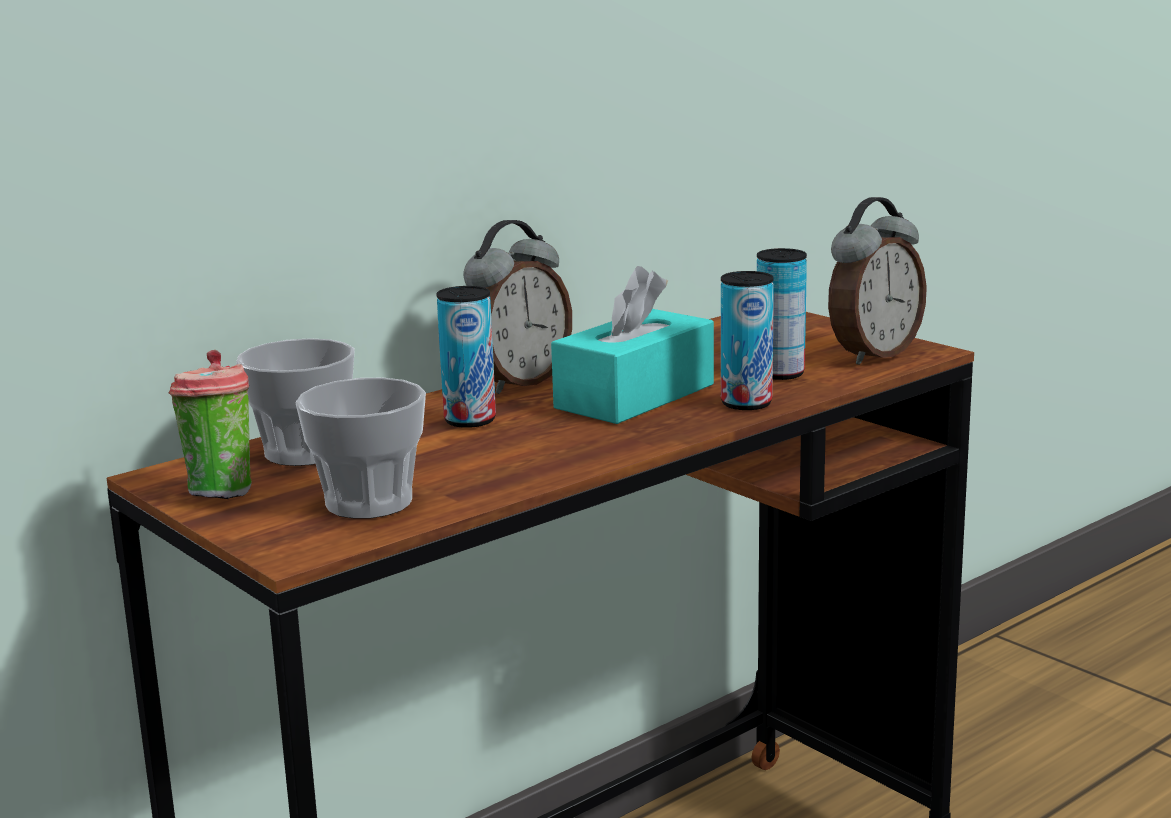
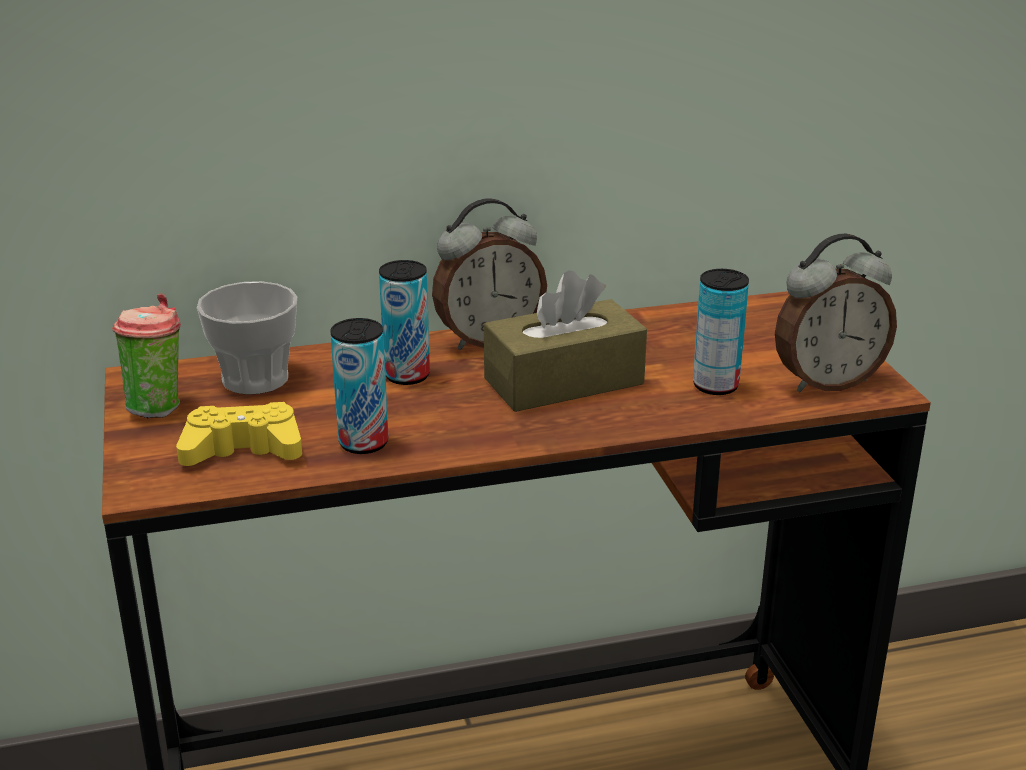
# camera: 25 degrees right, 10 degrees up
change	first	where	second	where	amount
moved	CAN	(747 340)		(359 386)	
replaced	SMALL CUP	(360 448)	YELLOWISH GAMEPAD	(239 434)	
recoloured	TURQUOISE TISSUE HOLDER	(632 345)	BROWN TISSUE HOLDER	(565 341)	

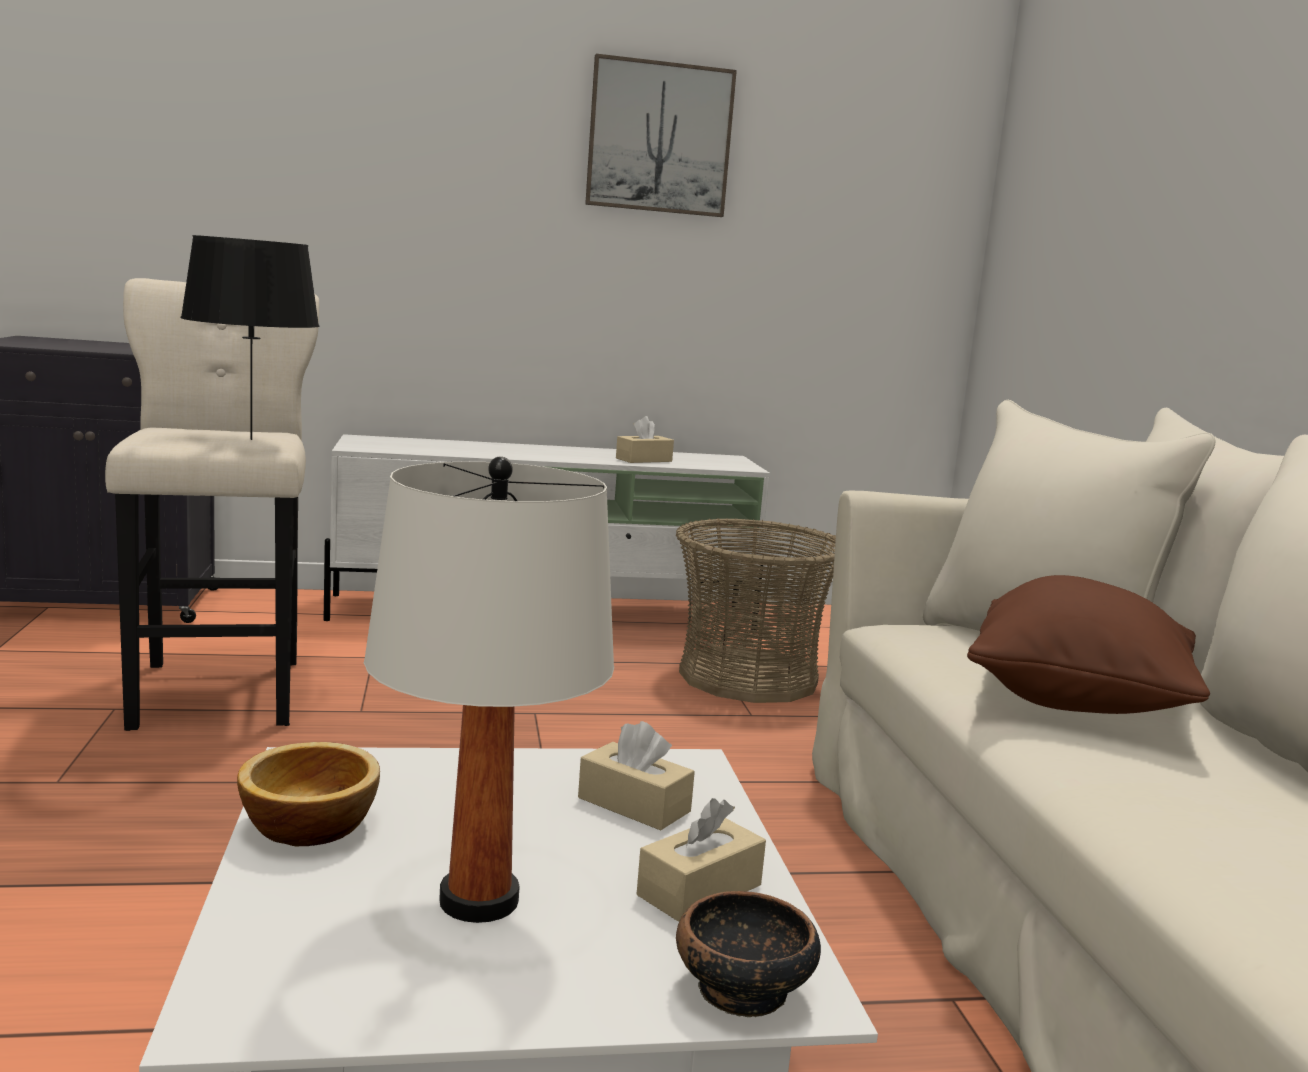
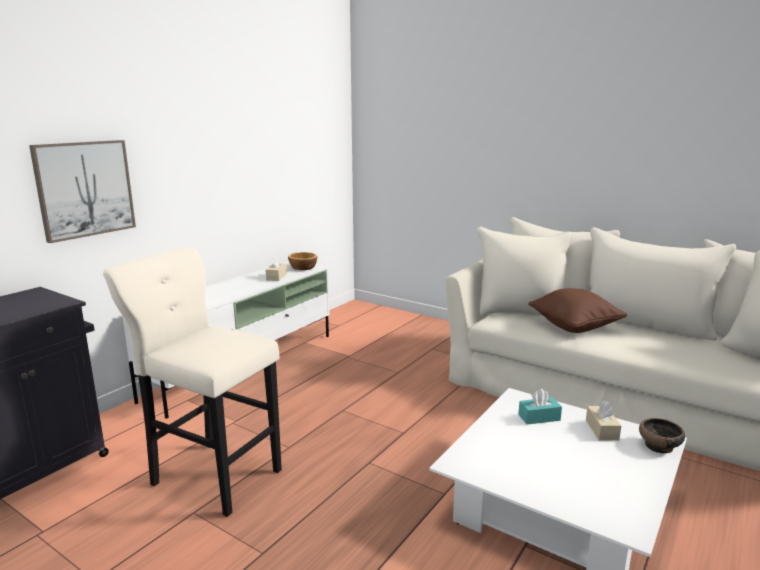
# camera: 45 degrees left, 5 degrees up
change	first	where	second	where	amount
removed	BLACK LAMP FOR A TABLE	(250 337)			
removed	WHITE-COLOURED LAMP FOR A TABLE	(489 689)			
removed	HOUSEHOLD BASKET	(756 610)			
moved	DEEP DISH	(308 794)		(302 261)	
moved	PICTURE	(661 135)		(82 191)	
recoloured	SAND-COLOURED TISSUE HOLDER	(636 775)	TURQUOISE TISSUE HOLDER	(540 407)	

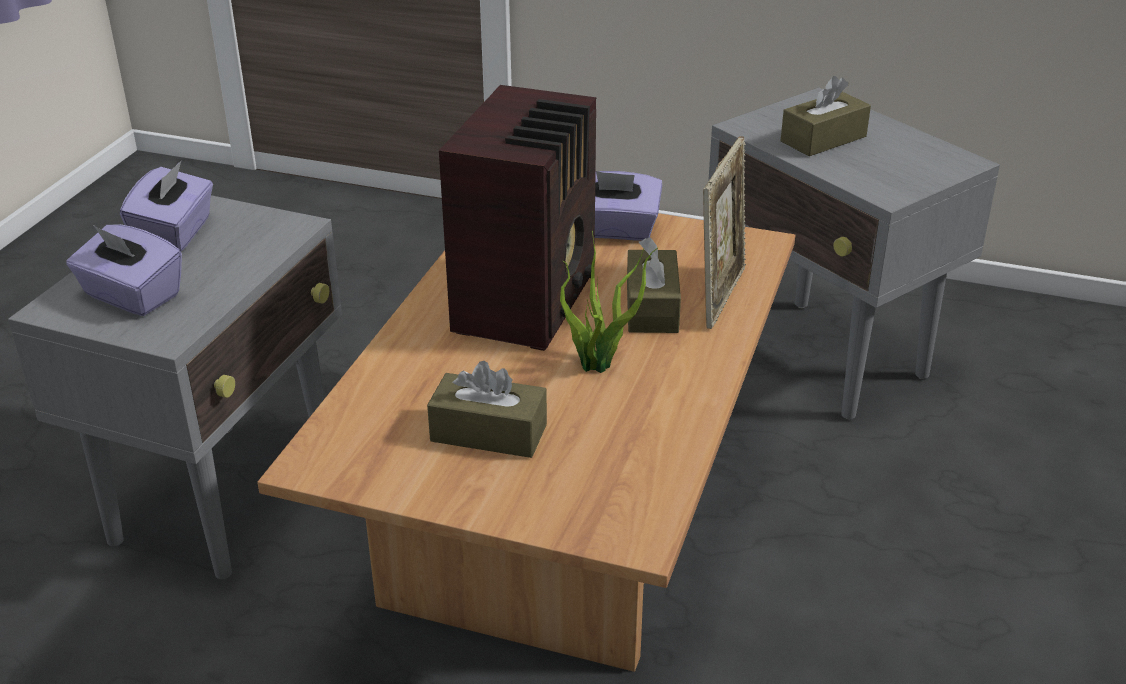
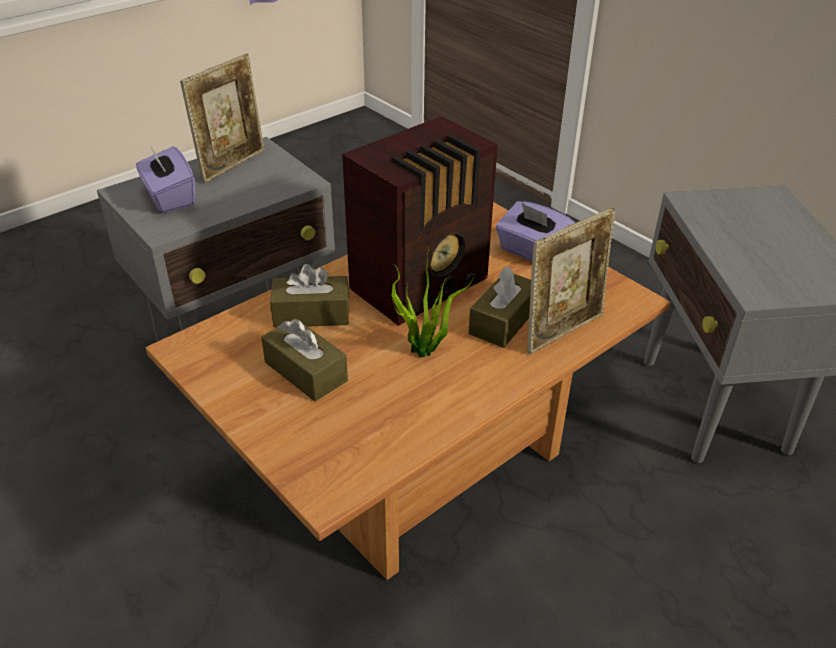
# camera: 30 degrees right, 5 degrees up
change	first	where	second	where	amount
moved	BROWN TISSUE HOLDER	(826 116)		(309 296)	
replaced	PURPLISH TISSUE HOLDER	(166 205)	PHOTO FRAME	(222 118)	

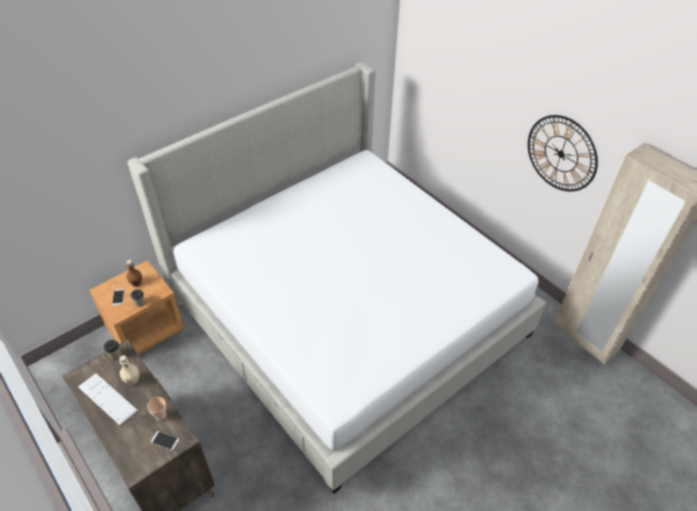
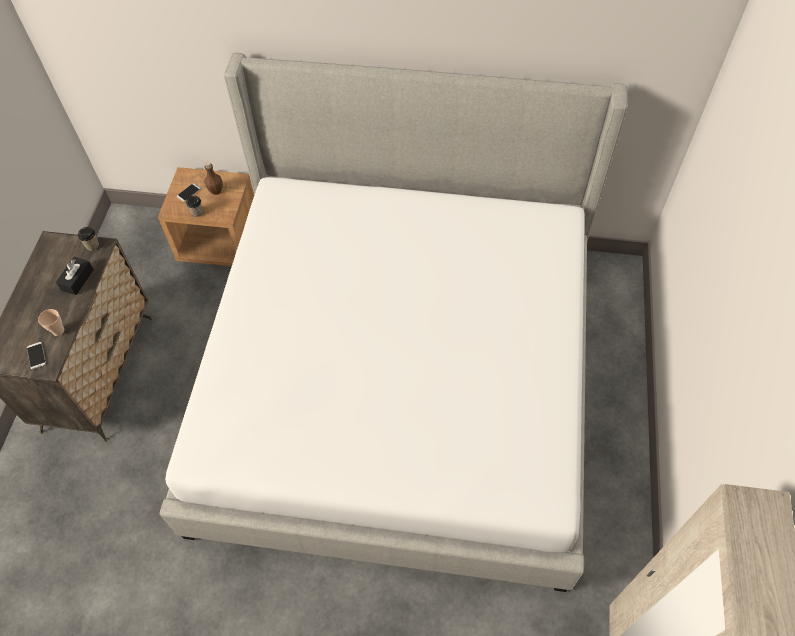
# camera: 50 degrees right, 10 degrees up
change	first	where	second	where	amount
removed	PC KEYBOARD	(108 399)			
removed	HANGING CLOCK	(563 153)			
replaced	SAND-COLOURED BEVERAGE BOTTLE	(129 370)	BLACK TISSUE HOLDER	(75 276)	

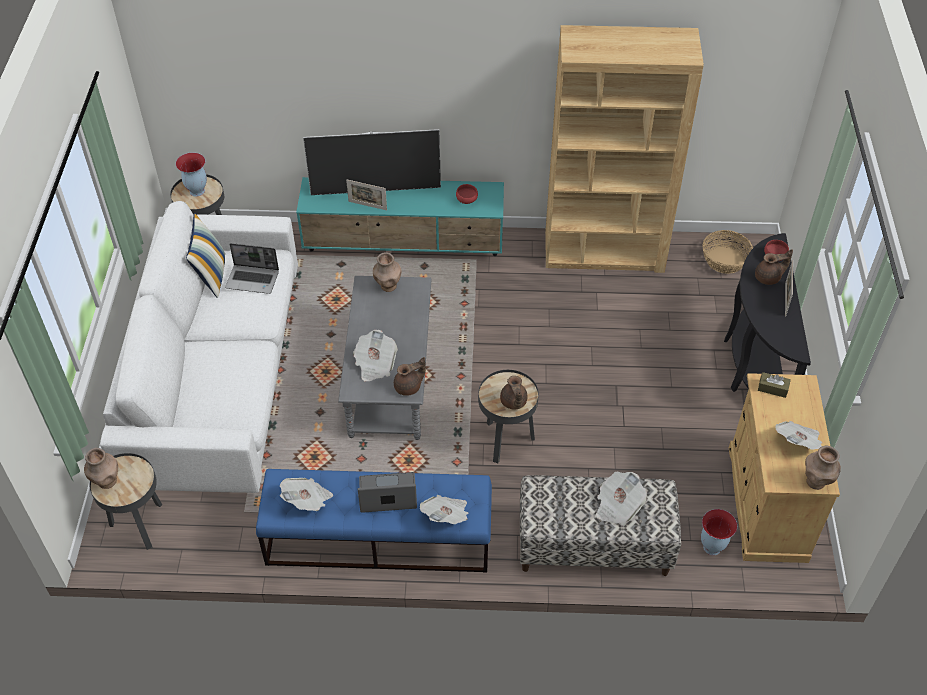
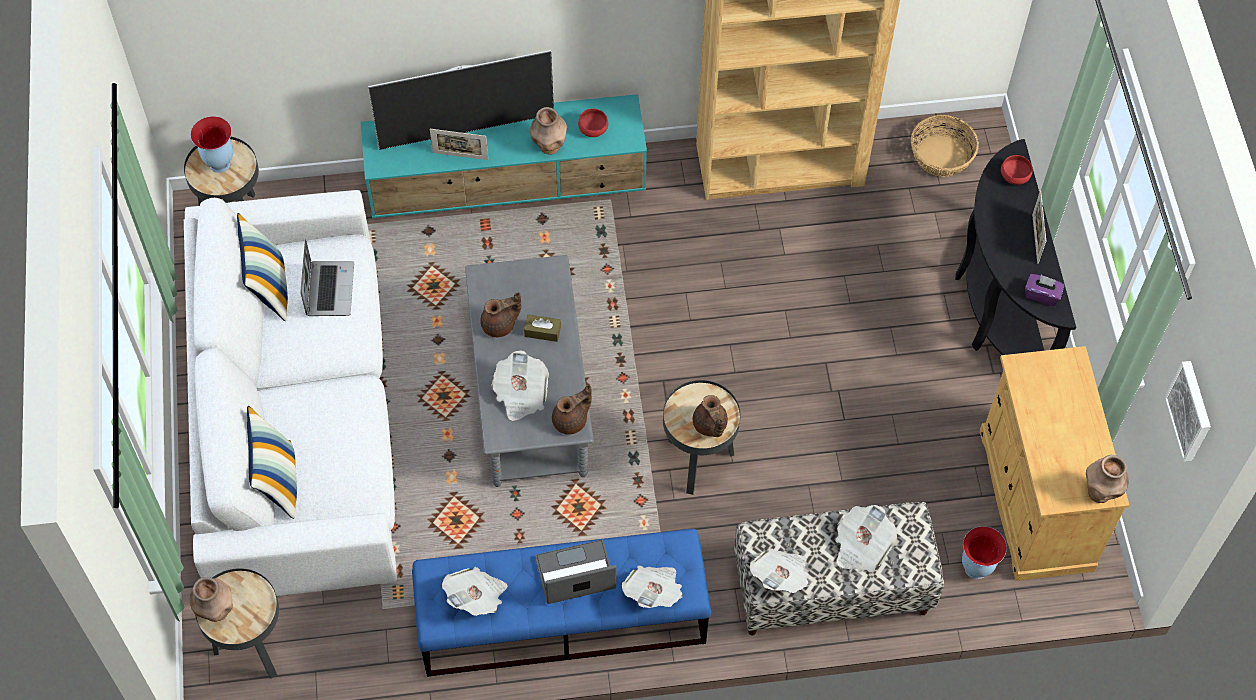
# camera: 10 degrees left, 10 degrees up
change	first	where	second	where	amount
added			THROW PILLOW	(272 462)	
added			PURPLISH TISSUE HOLDER	(1044 290)	
added			PICTURE	(1187 411)	
moved	BROWN DECORATIVE VASE	(387 272)		(548 131)	
moved	BROWN POT FOR TEA	(774 267)		(500 314)	
moved	BROWN TISSUE HOLDER	(774 385)		(542 328)	
moved	PRINTED PAPER	(799 435)		(779 570)	
turned	PORTABLE COMPUTER	(252 268)		(327 277)	90 degrees counterclockwise

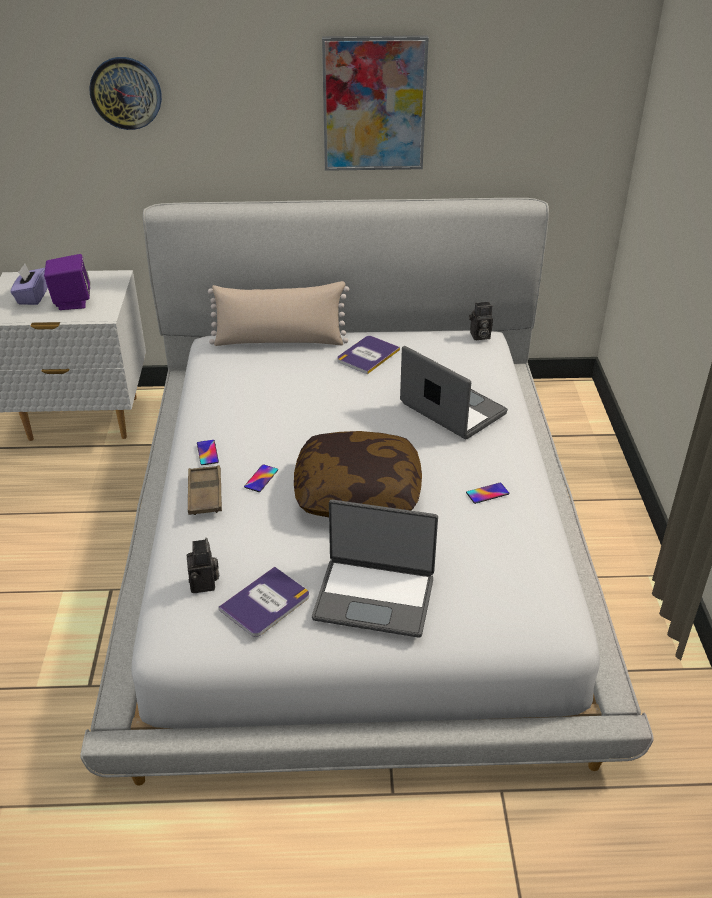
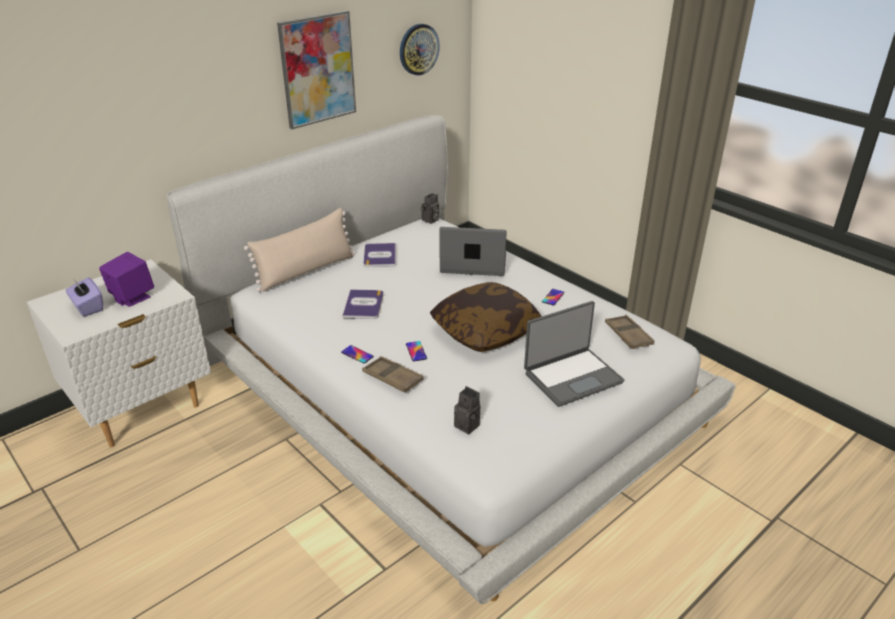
# camera: 40 degrees left, 5 degrees down
change	first	where	second	where	amount
added			BROWN TRAY	(629 332)	
moved	HANGING CLOCK	(125 93)		(420 49)	
moved	BOOK	(263 602)		(362 304)	

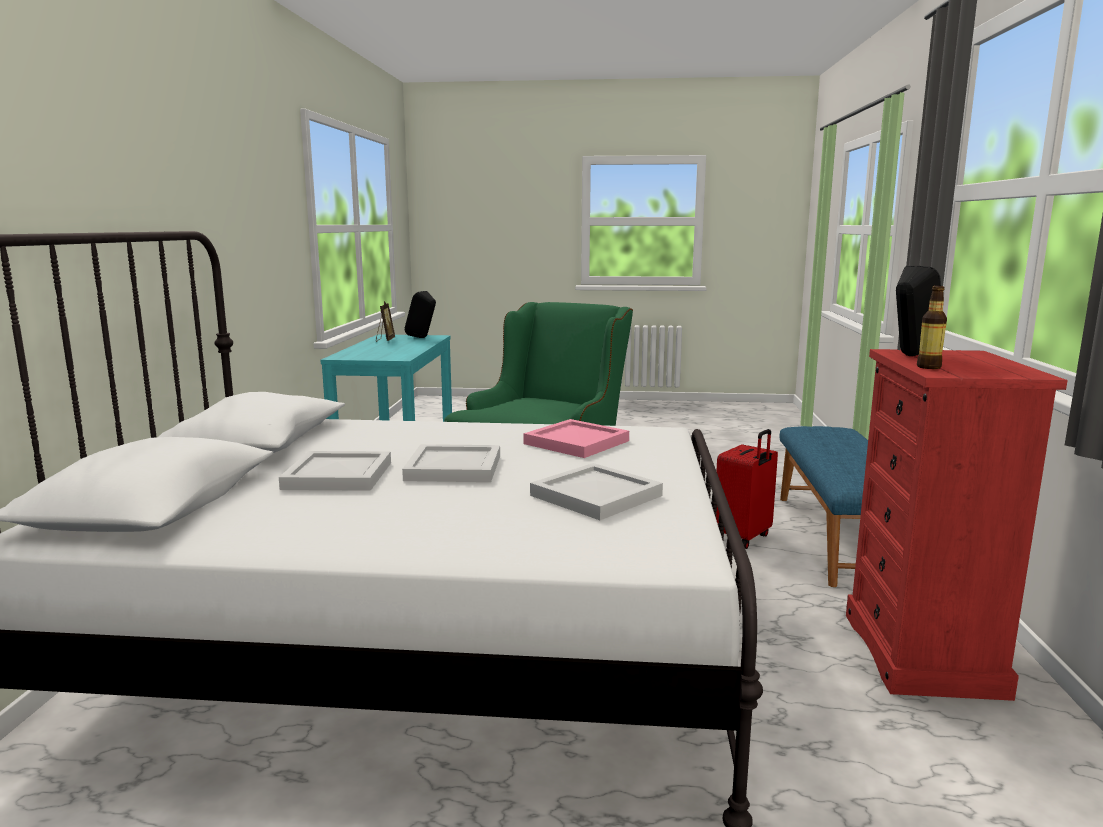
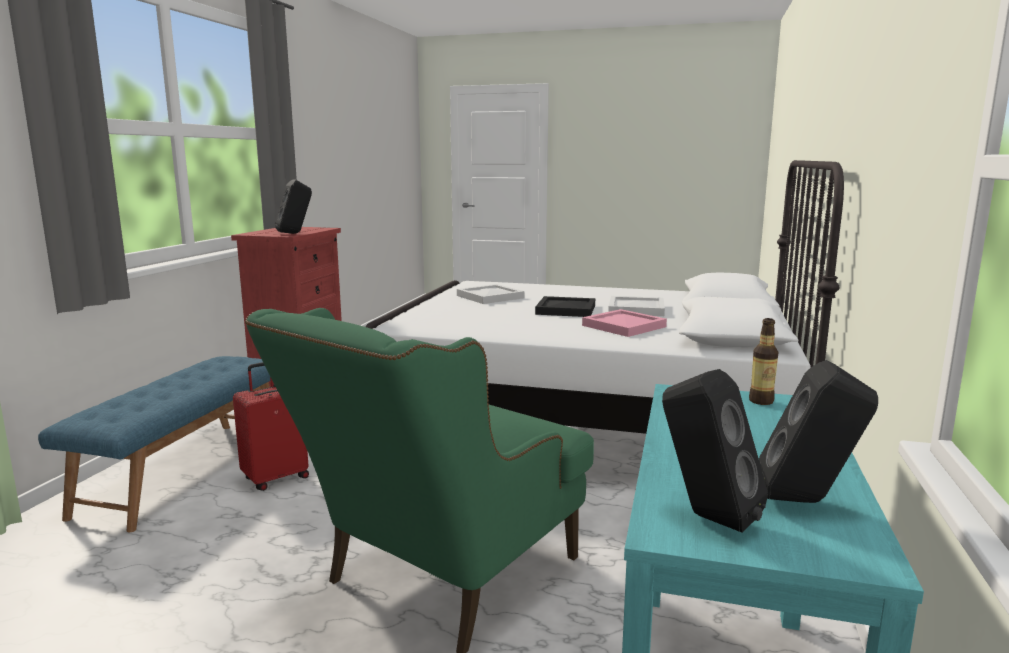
# camera: 170 degrees left, 0 degrees up
change	first	where	second	where	amount
moved	PINK TRAY	(576 438)		(624 323)	
moved	BEVERAGE BOTTLE	(932 327)		(763 361)	
replaced	PHOTO FRAME	(385 321)	BLACK LOUDSPEAKER	(818 431)	
recoloured	WHITE-COLOURED TRAY	(451 463)	BLACK TRAY	(565 306)	

